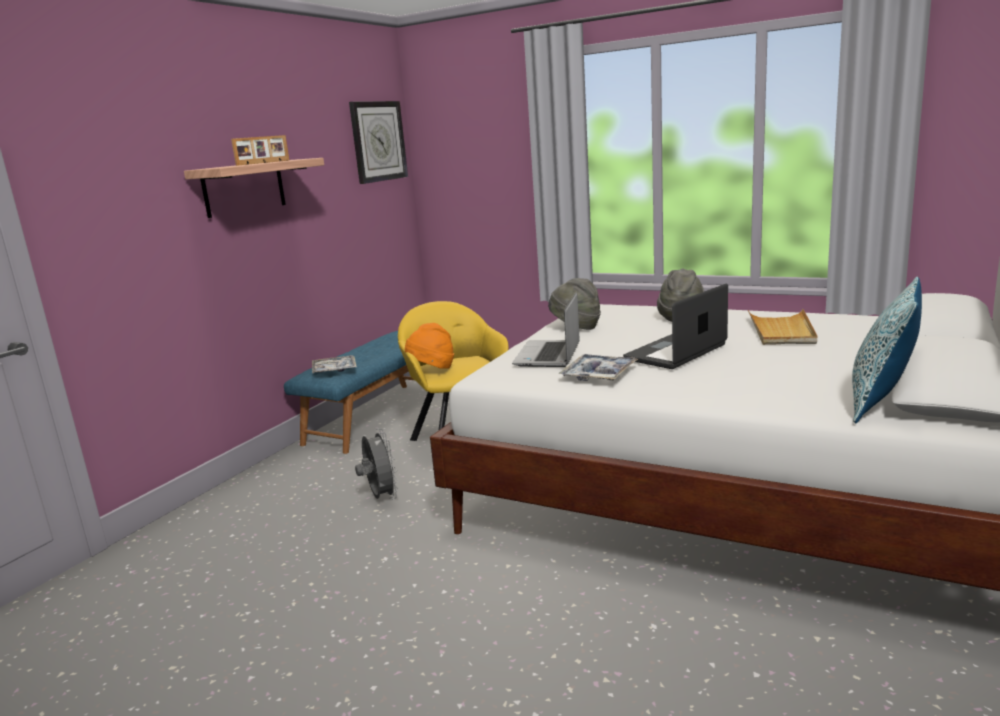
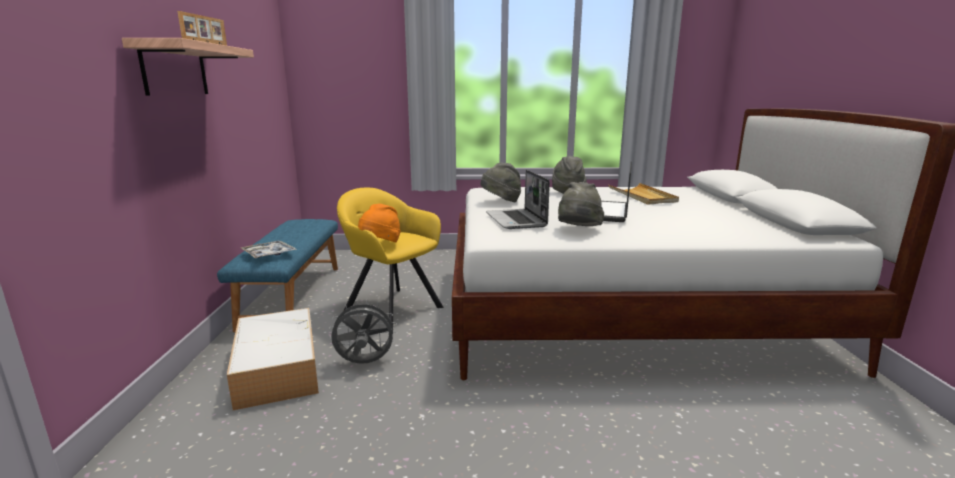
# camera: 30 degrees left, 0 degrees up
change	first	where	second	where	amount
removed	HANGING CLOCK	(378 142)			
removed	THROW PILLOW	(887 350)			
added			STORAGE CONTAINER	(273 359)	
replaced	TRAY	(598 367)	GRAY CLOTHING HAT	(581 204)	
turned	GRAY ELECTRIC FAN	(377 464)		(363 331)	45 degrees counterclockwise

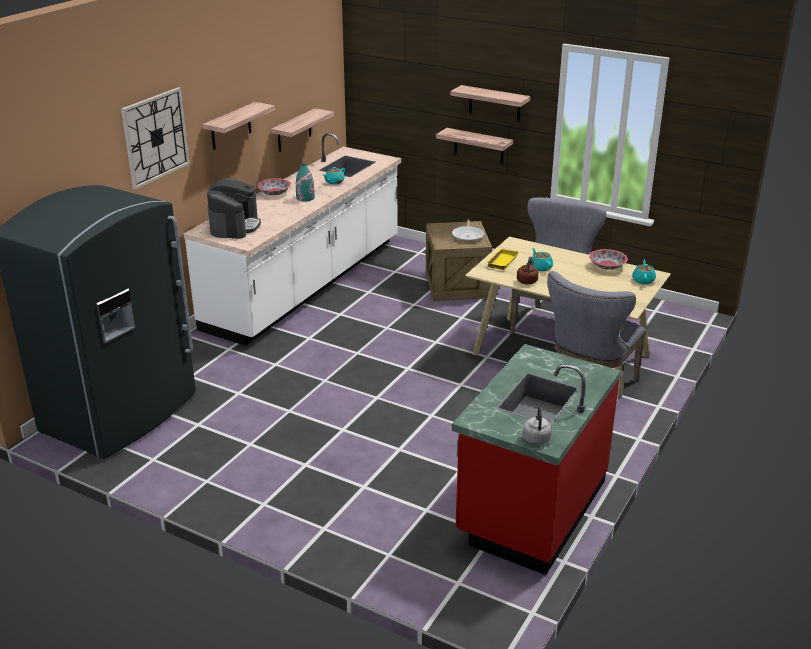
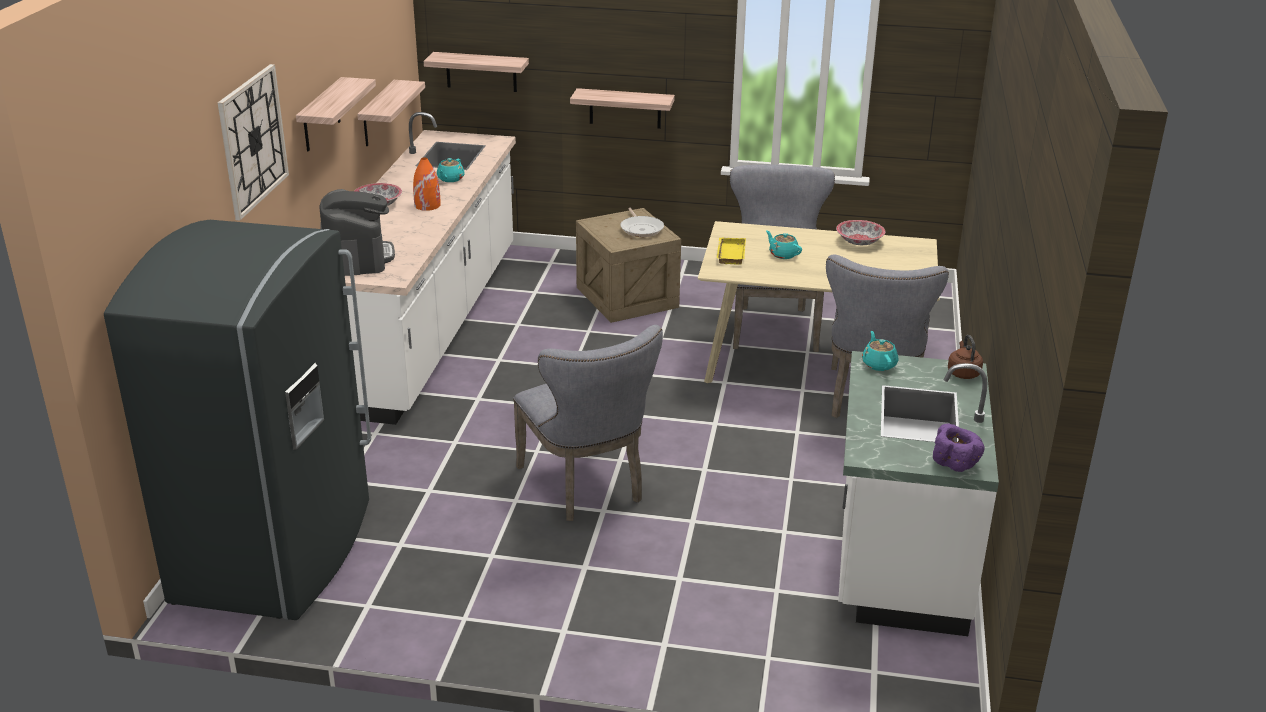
# camera: 20 degrees left, 0 degrees up
change	first	where	second	where	amount
added			GRAY UPRIGHT CHAIR	(588 423)	
moved	SHELF	(490 103)		(476 72)	
moved	BROWN KETTLE	(528 270)		(965 357)	
moved	TURQUOISE POT FOR TEA	(644 271)		(880 351)	
replaced	GRAY KETTLE	(537 426)	PURPLISH DEEP DISH	(959 448)	
recoloured	TURQUOISE DECORATIVE VASE	(305 183)	ORANGEY DECORATIVE VASE	(427 184)	
recoloured	RED COUNTER	(536 459)	WHITE-COLOURED COUNTER	(918 493)	

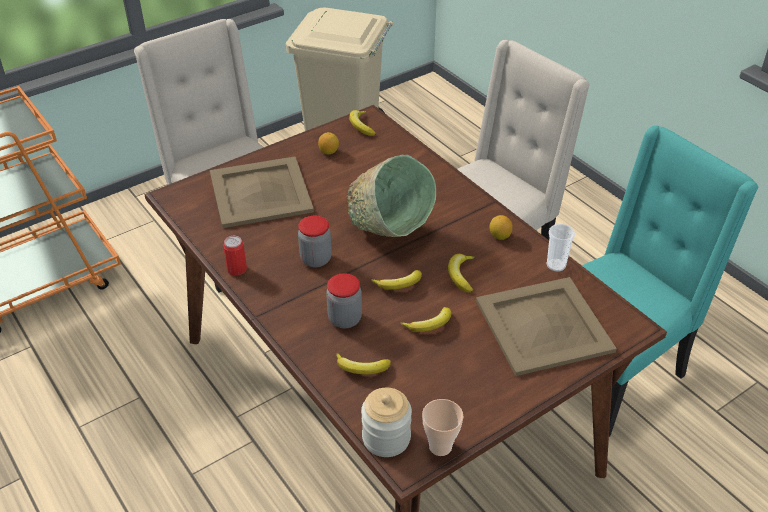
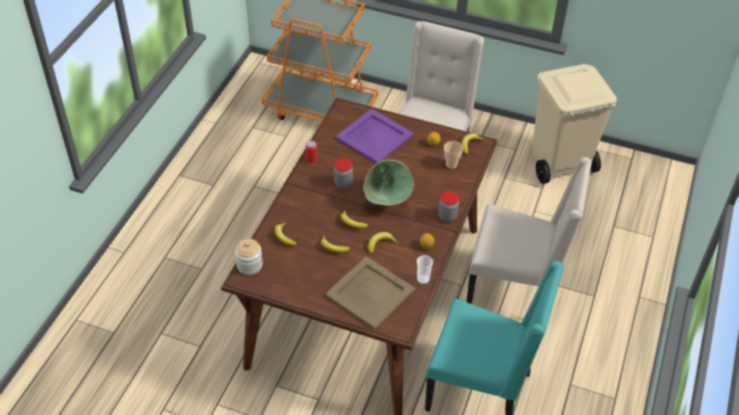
# camera: 55 degrees right, 5 degrees up
change	first	where	second	where	amount
moved	PRESERVE JAR	(344 300)		(448 206)	
moved	SMALL CUP	(442 427)		(453 155)	
recoloured	SAND-COLOURED TRAY	(262 192)	PURPLISH TRAY	(375 136)	

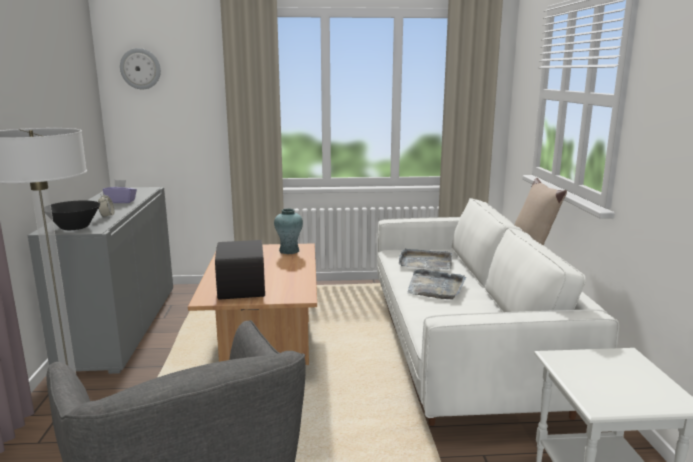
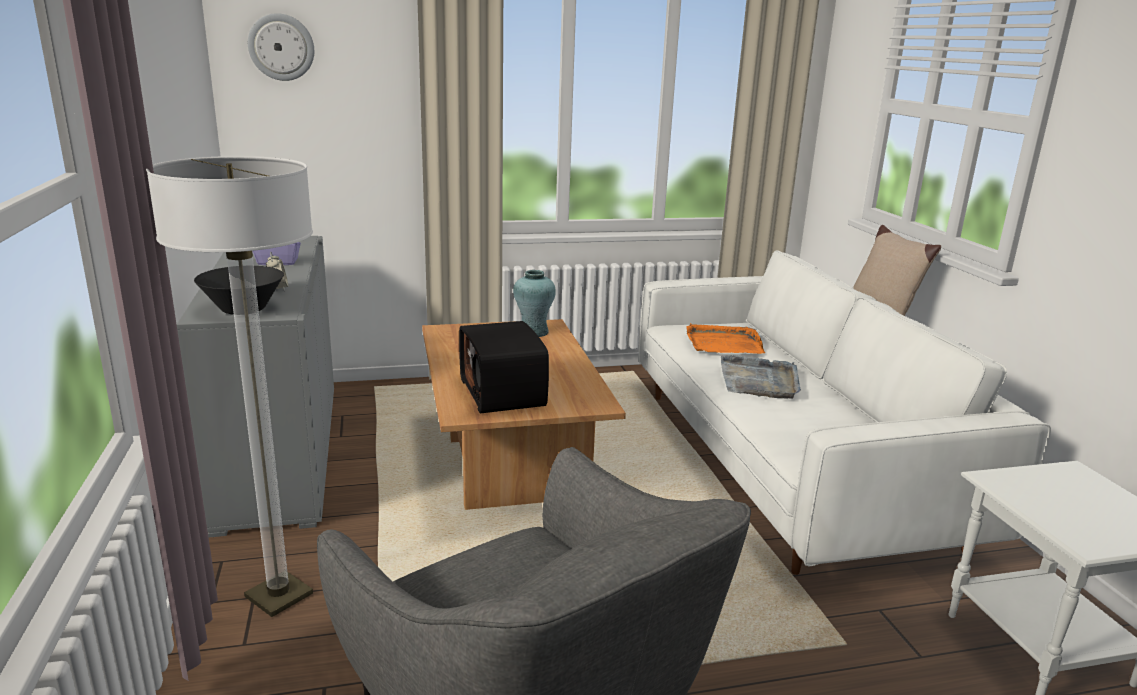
# camera: 10 degrees left, 5 degrees up
change	first	where	second	where	amount
recoloured	GRAY TRAY	(425 259)	ORANGEY TRAY	(725 338)	

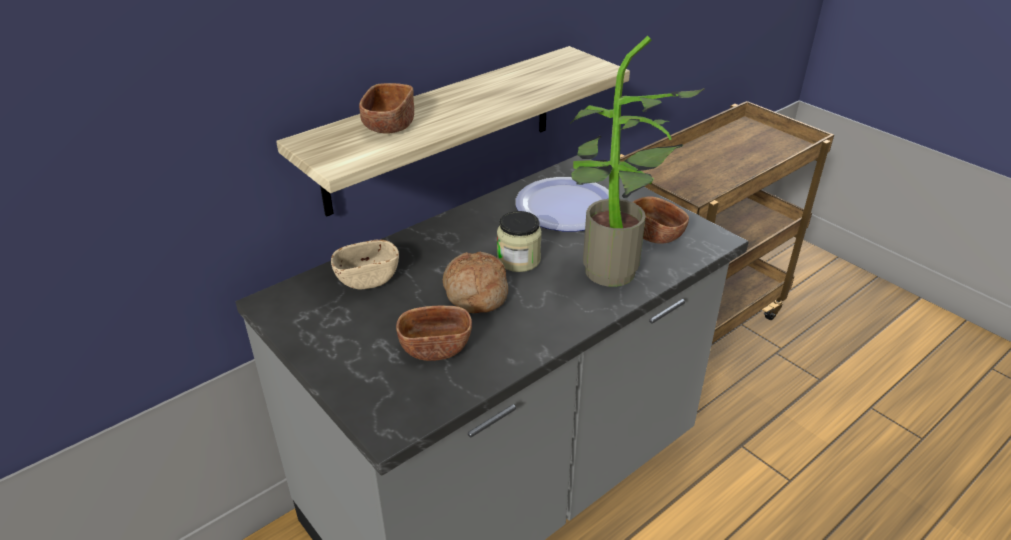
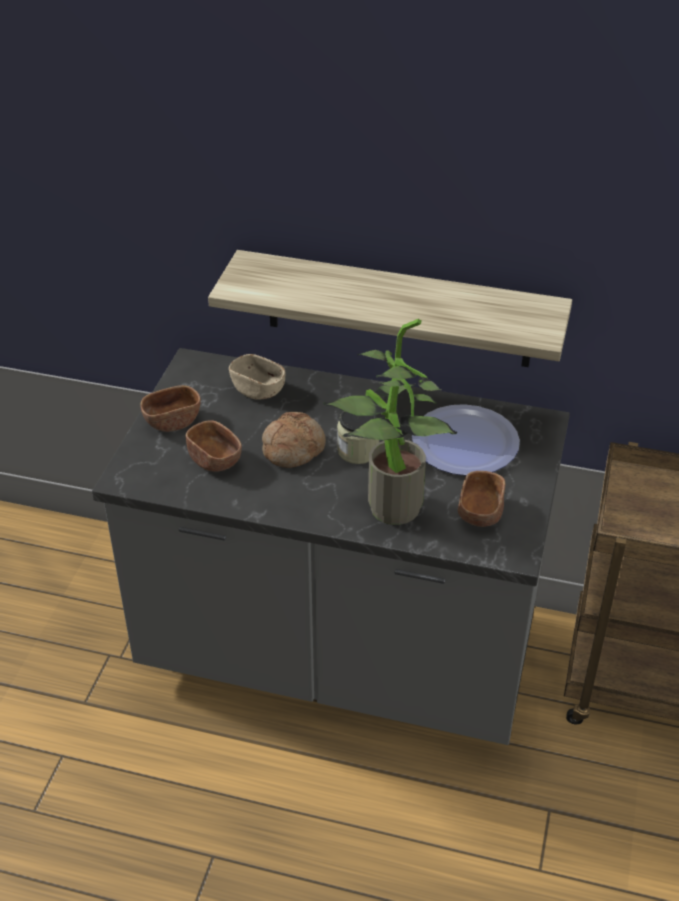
# camera: 55 degrees right, 5 degrees up
change	first	where	second	where	amount
moved	BROWN DEEP DISH	(386 108)		(170 408)	

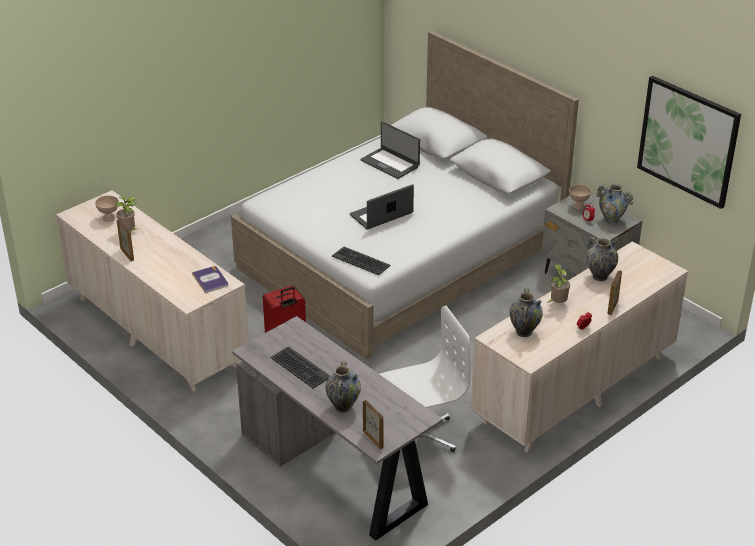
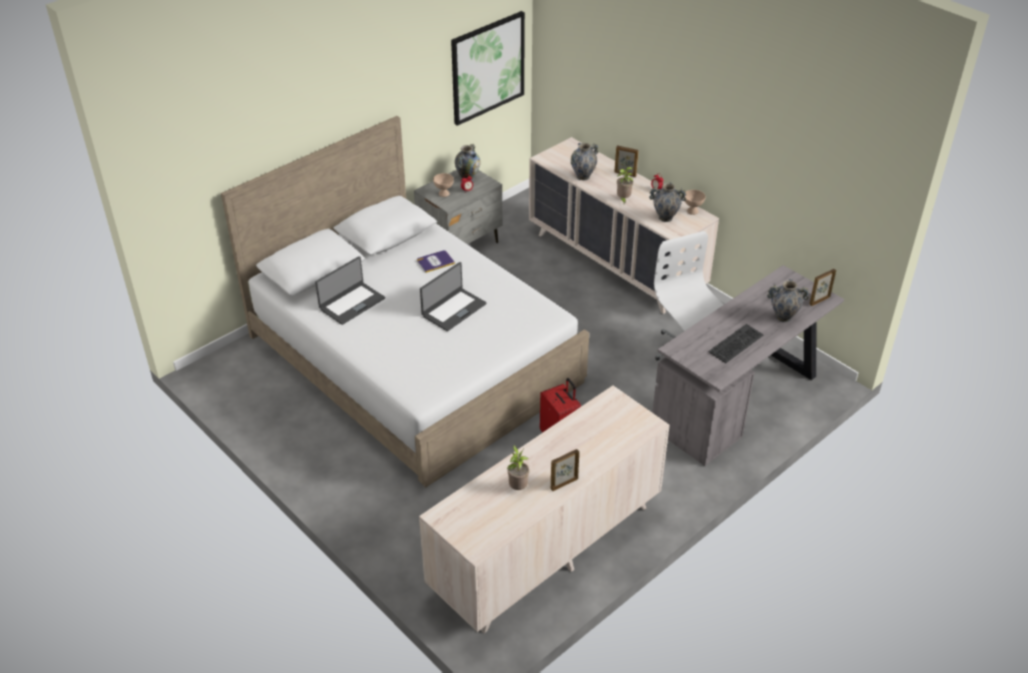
# camera: 90 degrees left, 5 degrees up
change	first	where	second	where	amount
removed	PC KEYBOARD	(361 261)			
moved	SAND-COLOURED DEEP DISH	(107 208)		(695 202)	
moved	BOOK	(210 279)		(436 261)	
turned	PORTABLE COMPUTER	(382 207)		(453 296)	105 degrees counterclockwise

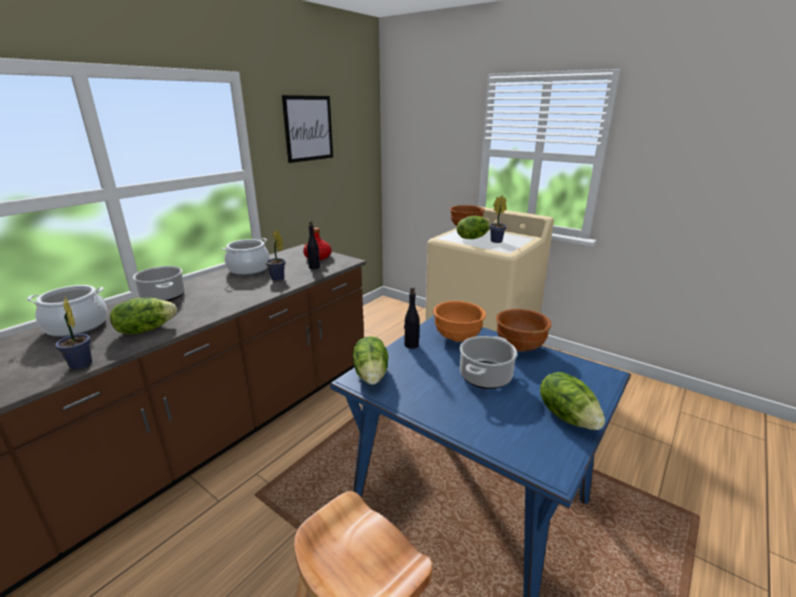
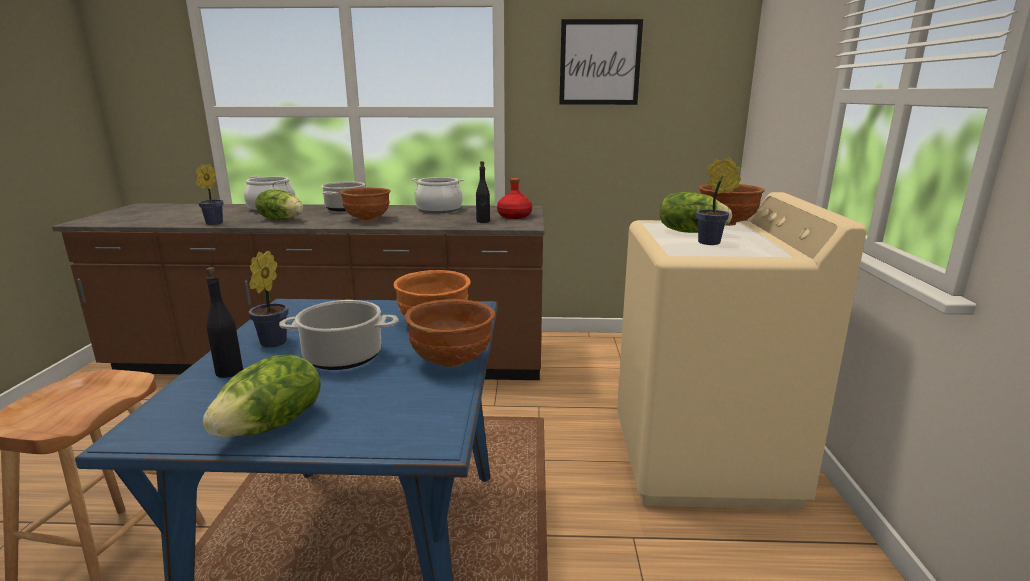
# camera: 55 degrees right, 5 degrees down
change	first	where	second	where	amount
removed	LETTUCE	(370 360)			
added			BROWN DEEP DISH	(365 204)	
moved	POTTED PLANT	(275 255)		(268 299)	
moved	BLACK BEVERAGE BOTTLE	(411 318)		(224 322)	

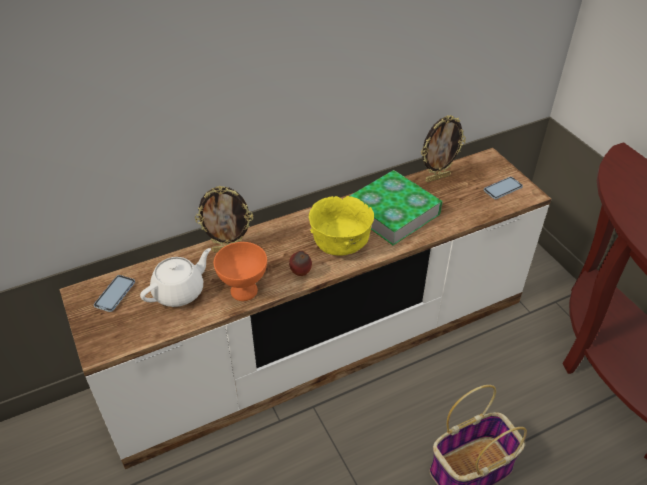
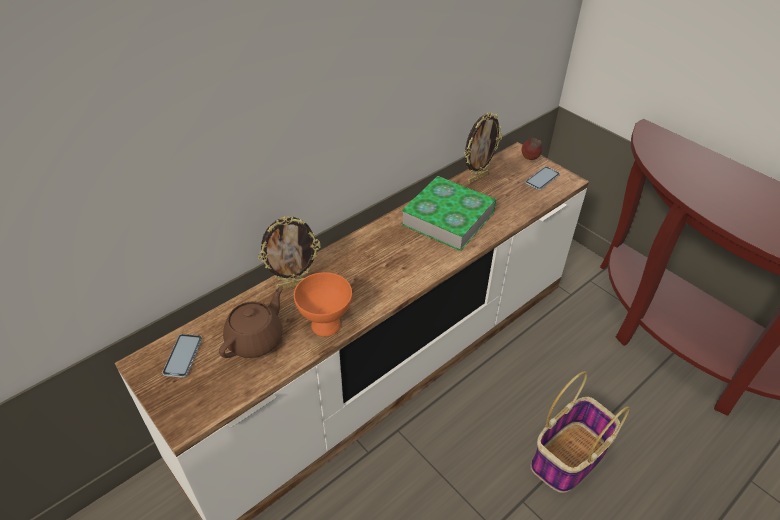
# camera: 15 degrees left, 0 degrees up
change	first	where	second	where	amount
removed	YELLOWISH DEEP DISH	(341 226)			
moved	APPLE	(300 263)		(531 149)	
recoloured	WHITE-COLOURED POT FOR TEA	(175 277)	BROWN POT FOR TEA	(251 322)	

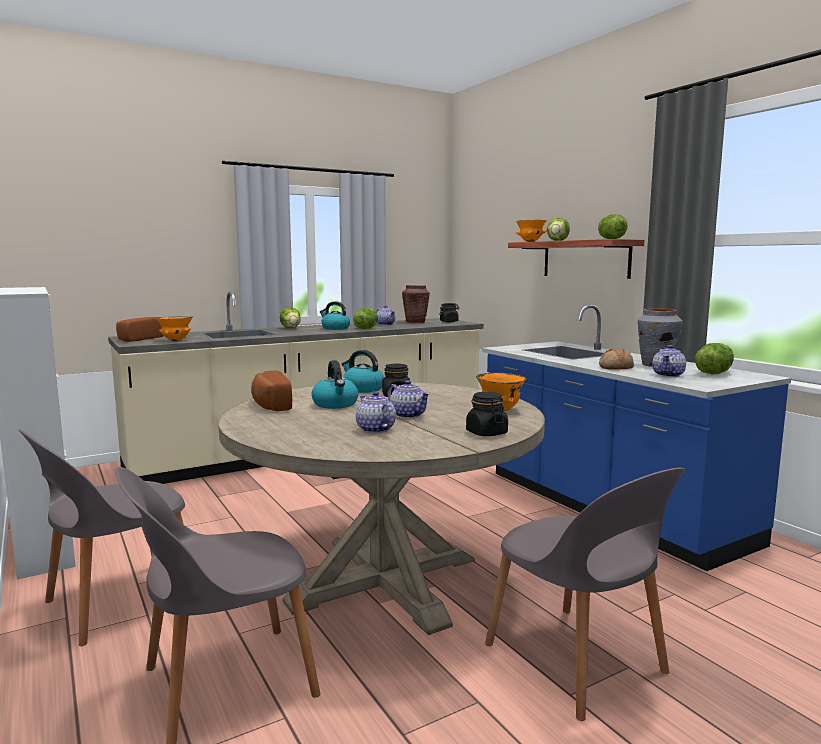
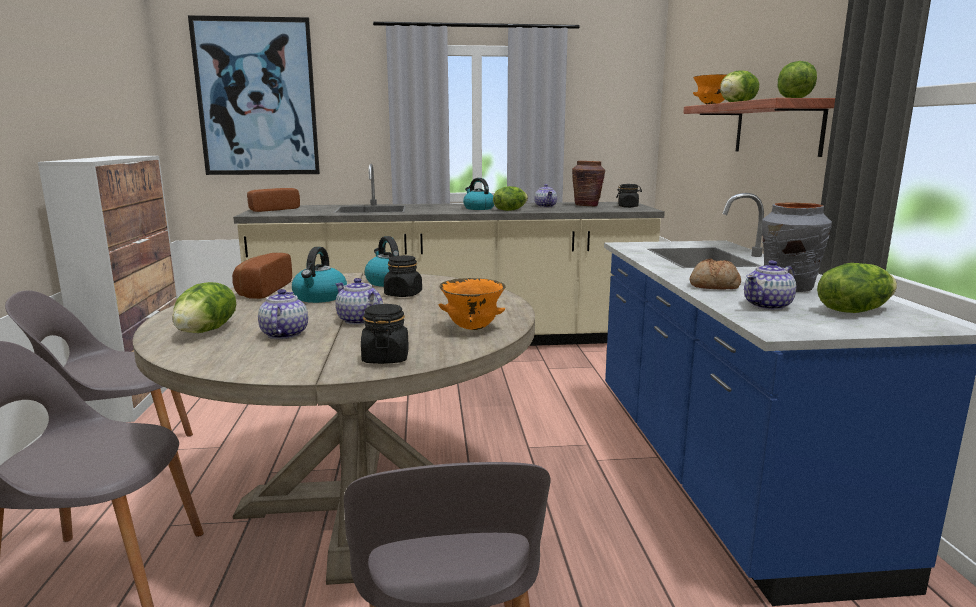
# camera: 25 degrees right, 5 degrees up
change	first	where	second	where	amount
removed	ORANGEY DEEP DISH	(174 328)			
added			PICTURE	(254 95)	
moved	LETTUCE	(290 317)		(204 307)	
turned	POT FOR TEA	(409 399)		(359 301)	150 degrees clockwise

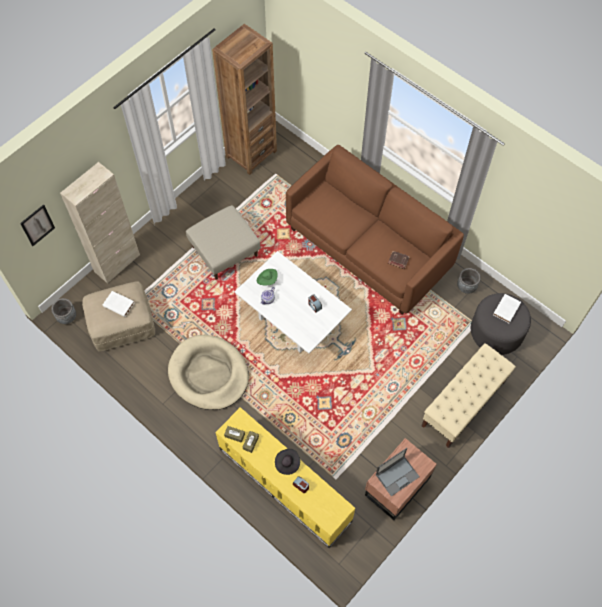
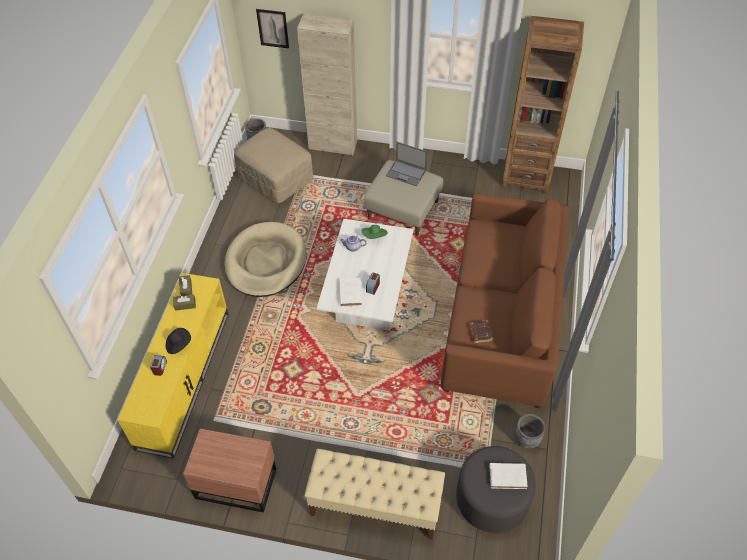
# camera: 60 degrees right, 10 degrees down
change	first	where	second	where	amount
moved	WHITE-COLOURED BOOK	(118 304)		(350 292)	
moved	PORTABLE COMPUTER	(398 472)		(407 164)	

